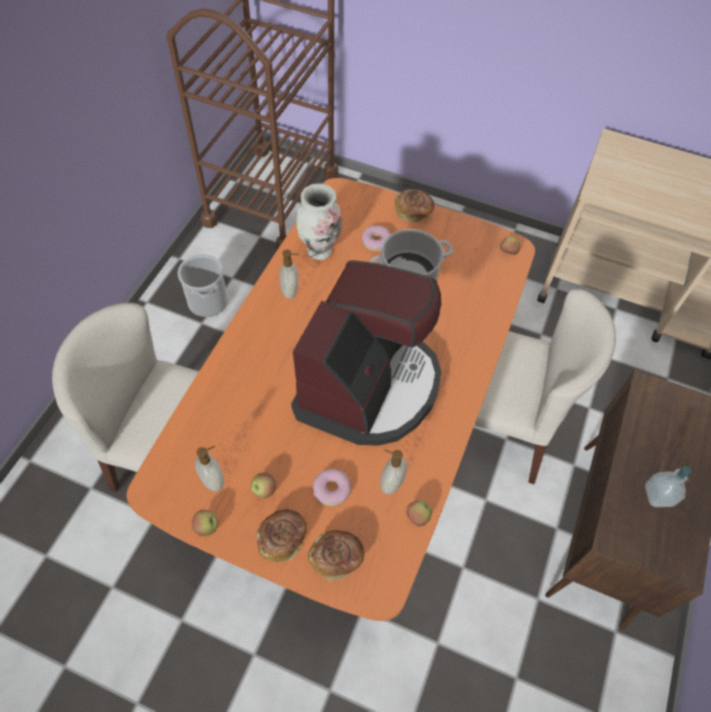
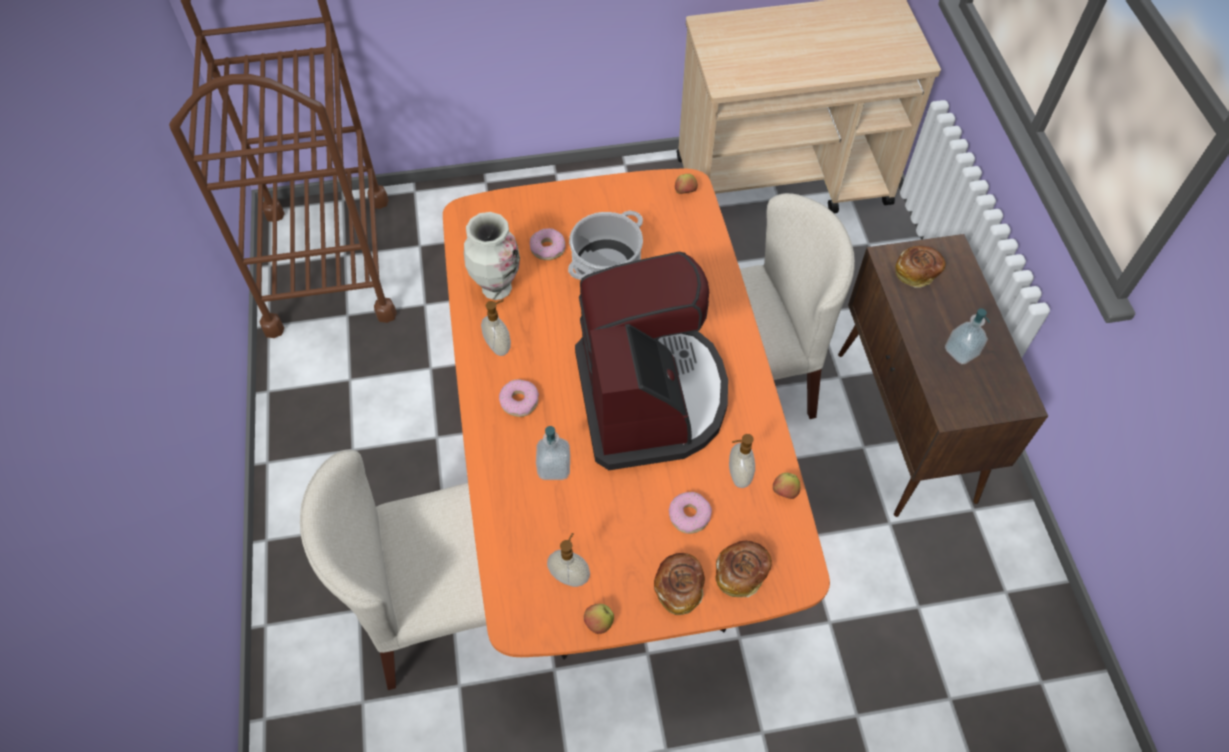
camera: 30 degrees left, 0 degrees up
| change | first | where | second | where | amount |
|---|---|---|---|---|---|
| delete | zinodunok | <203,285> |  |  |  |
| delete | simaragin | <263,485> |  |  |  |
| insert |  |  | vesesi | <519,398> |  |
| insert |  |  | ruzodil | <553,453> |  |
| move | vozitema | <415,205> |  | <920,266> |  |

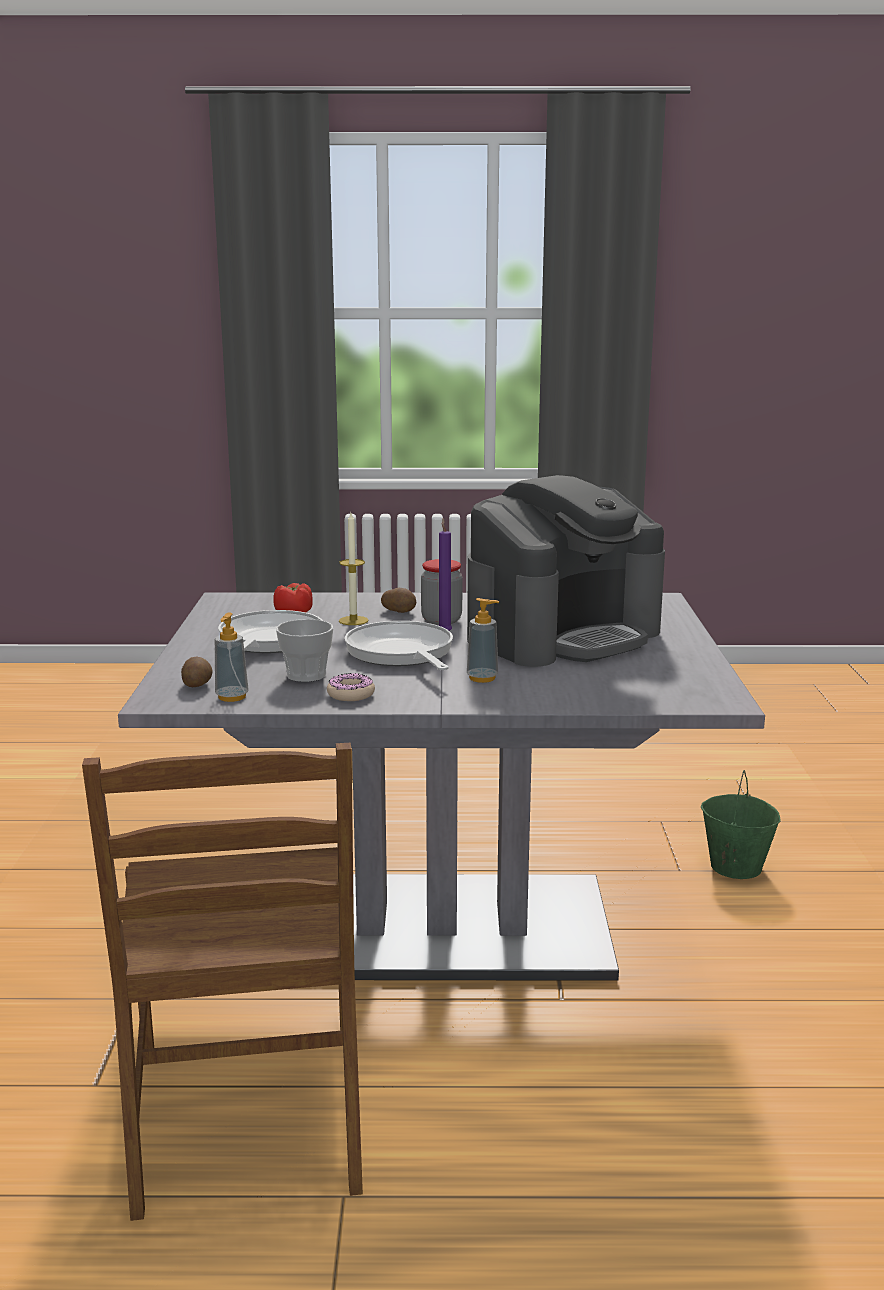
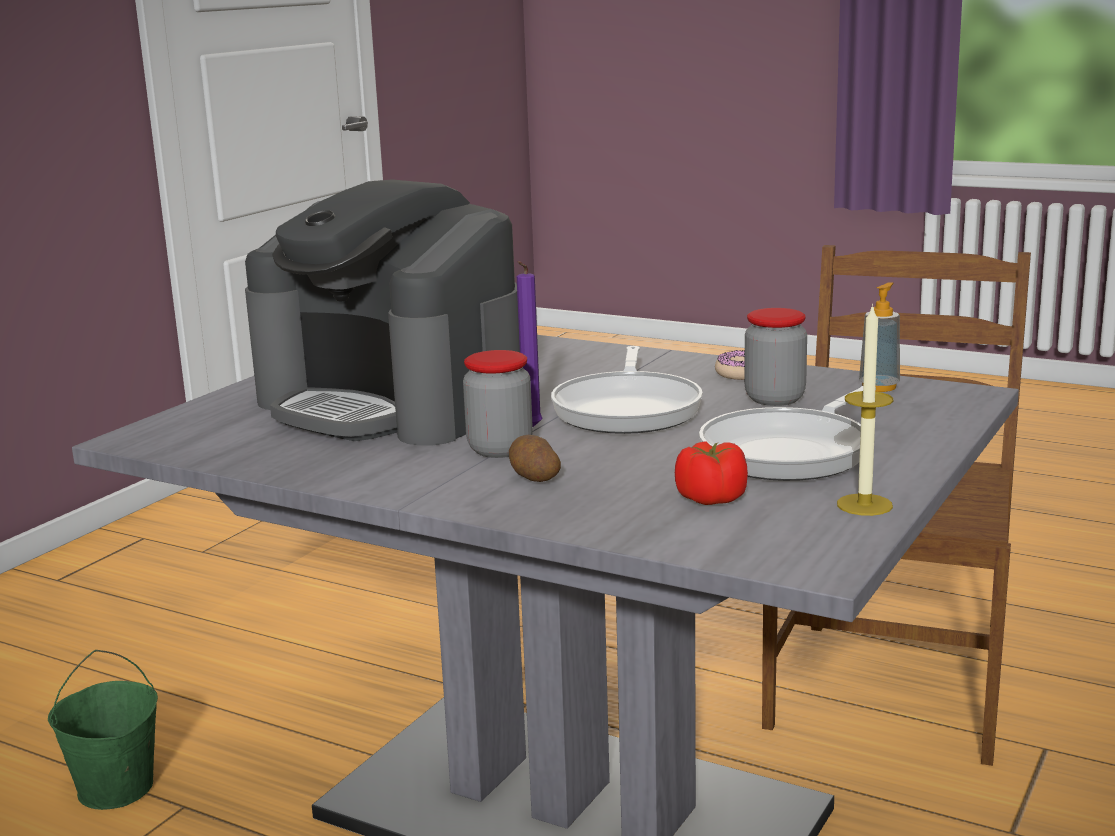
camera: 150 degrees left, 0 degrees up
| change | first | where | second | where | amount |
|---|---|---|---|---|---|
| delete | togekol | <197,671> |  |  |  |
| delete | ruzodil | <483,640> |  |  |  |
| move | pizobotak | <353,569> |  | <865,410> |  |
| replace | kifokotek | <304,650> | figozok | <775,357> |  |
| rotate | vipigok | <566,571> |  | <382,312> | 135 degrees counterclockwise |

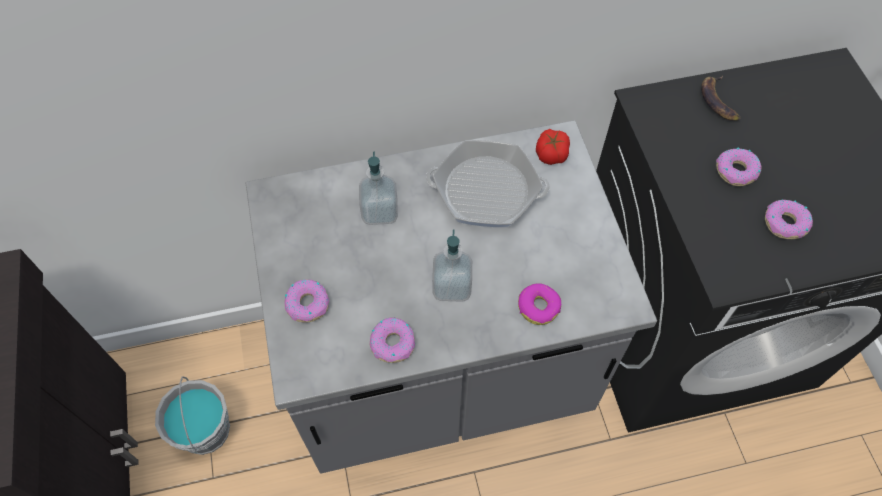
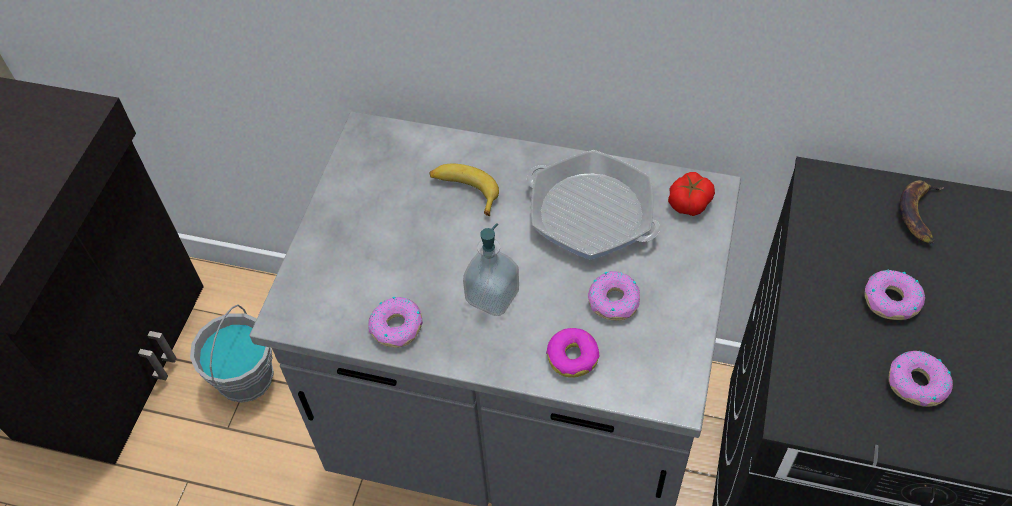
camera: 30 degrees right, 5 degrees down
| change | first | where | second | where | amount |
|---|---|---|---|---|---|
| move | vesesi | <307,301> |  | <614,295> |  |
| replace | ruzodil | <378,188> | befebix | <464,190> |  |

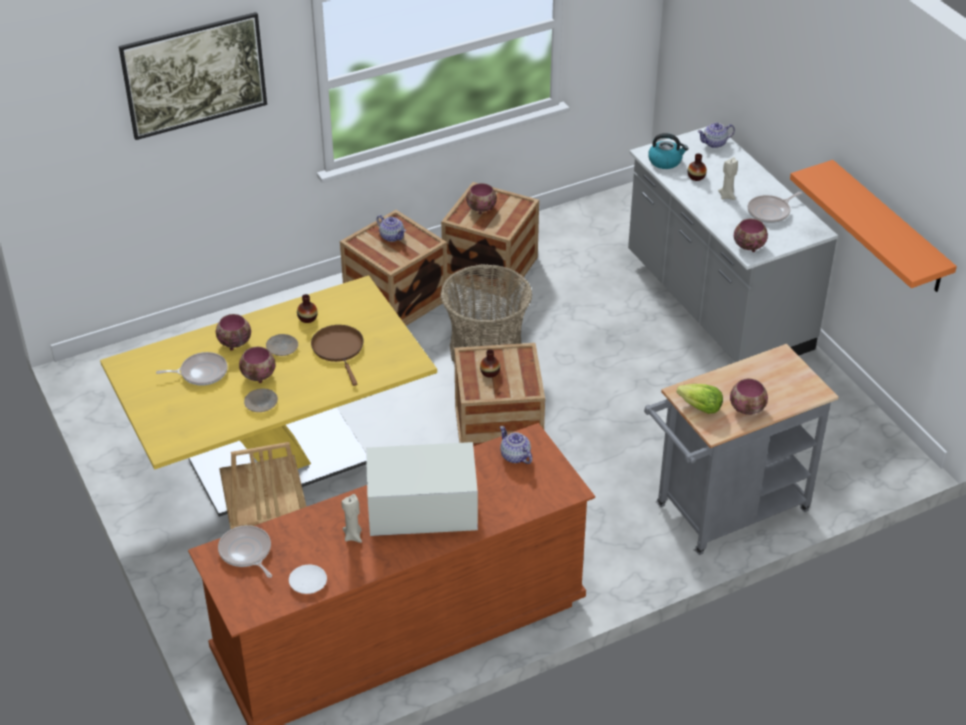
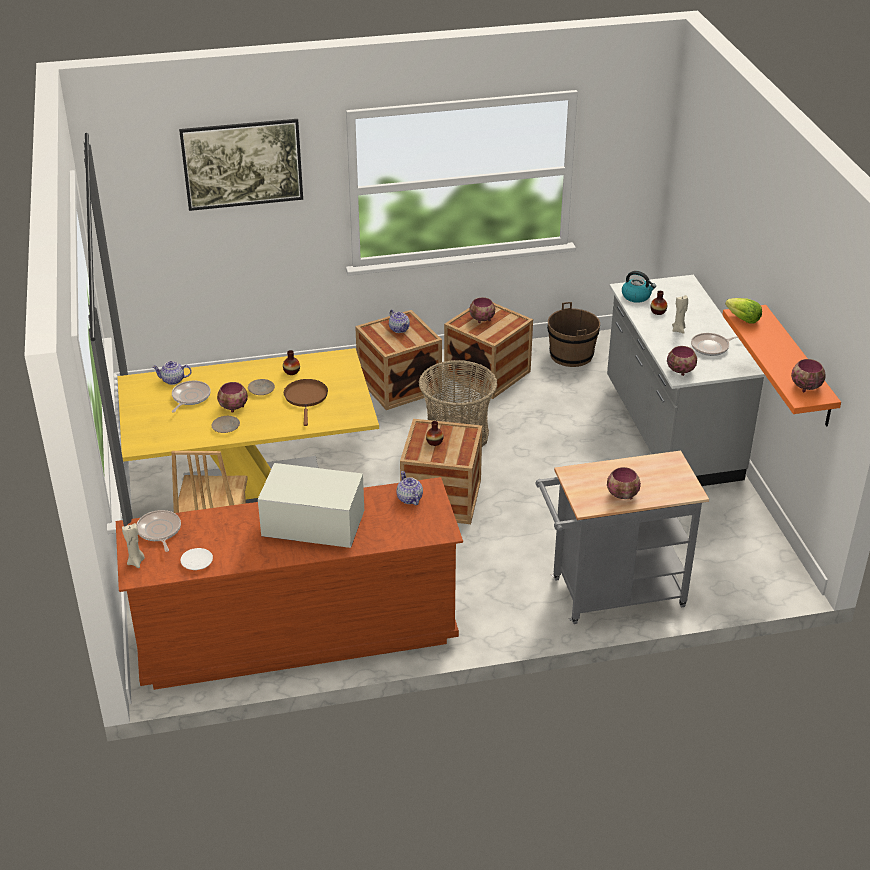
camera: 15 degrees right, 5 degrees down
| change | first | where | second | where | amount |
|---|---|---|---|---|---|
| insert |  |  | brown zinodunok | <573,334> |  |
| move | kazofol | <233,332> |  | <808,375> |  |
| move | beige pizobotak | <352,518> |  | <133,545> |  |
| move | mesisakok | <700,399> |  | <743,310> |  |
| move | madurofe | <716,135> |  | <172,373> |  |
| rotate | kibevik | <191,369> |  | <191,397> | 75 degrees counterclockwise |

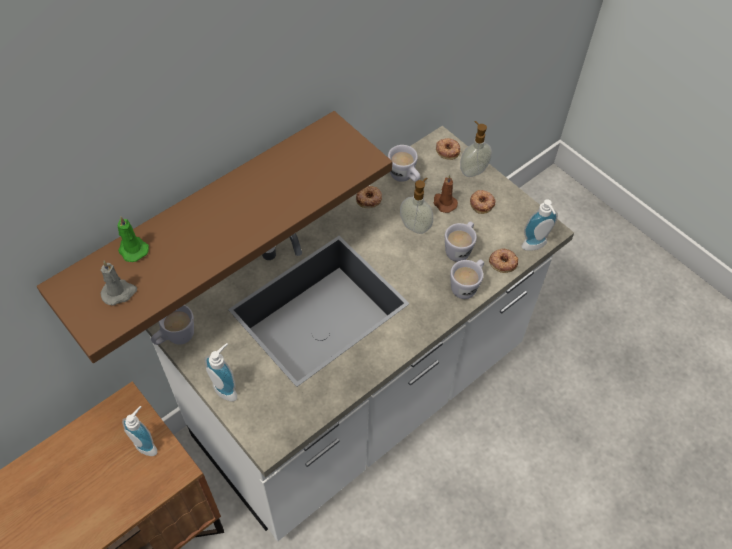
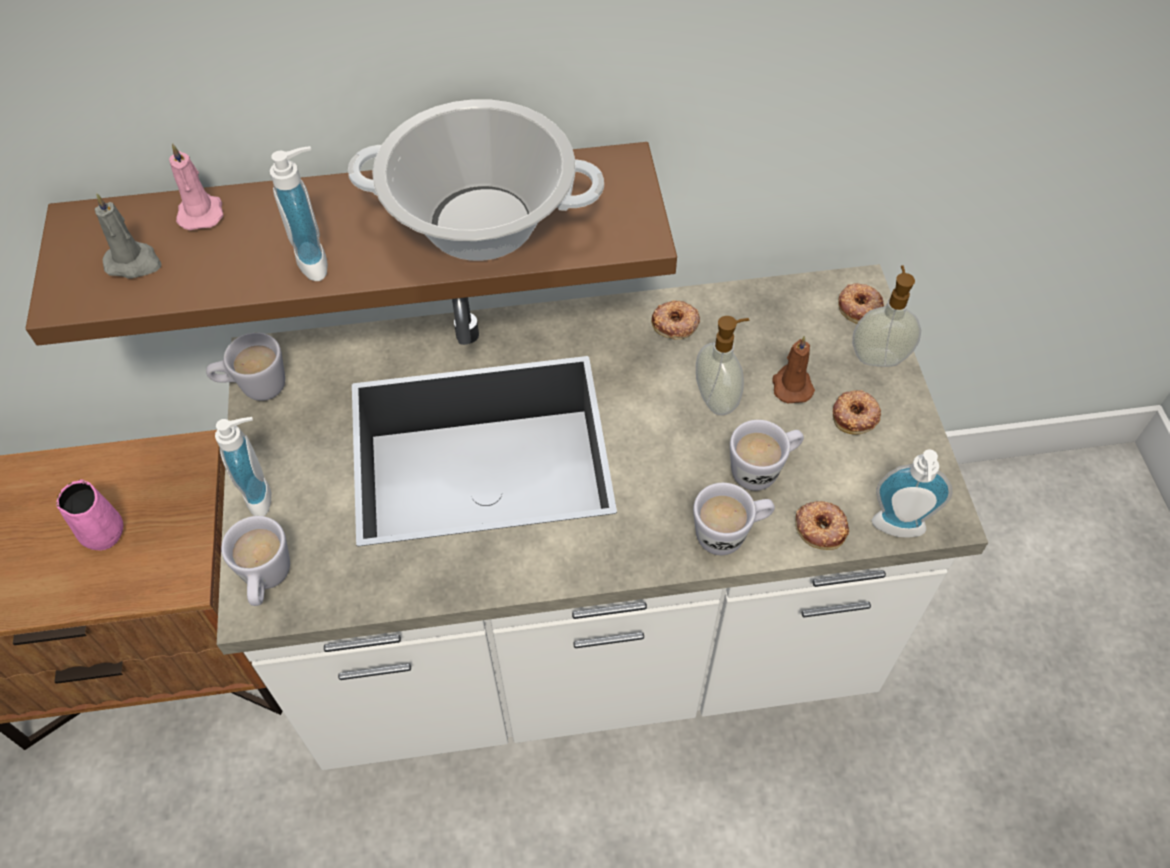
camera: 35 degrees right, 0 degrees up
| change | first | where | second | where | amount |
|---|---|---|---|---|---|
| insert |  |  | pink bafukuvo | <89,515> |  |
| insert |  |  | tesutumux | <476,180> |  |
| move | ruzodil | <139,431> |  | <299,213> |  |
| move | white bafukuvo | <404,163> |  | <255,561> |  |
| recolor | green pizobotak | <133,239> | pink pizobotak | <196,186> |  |

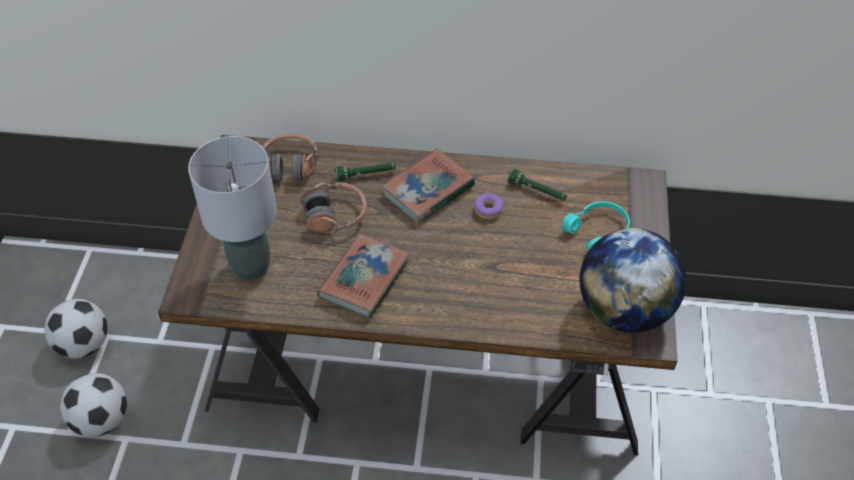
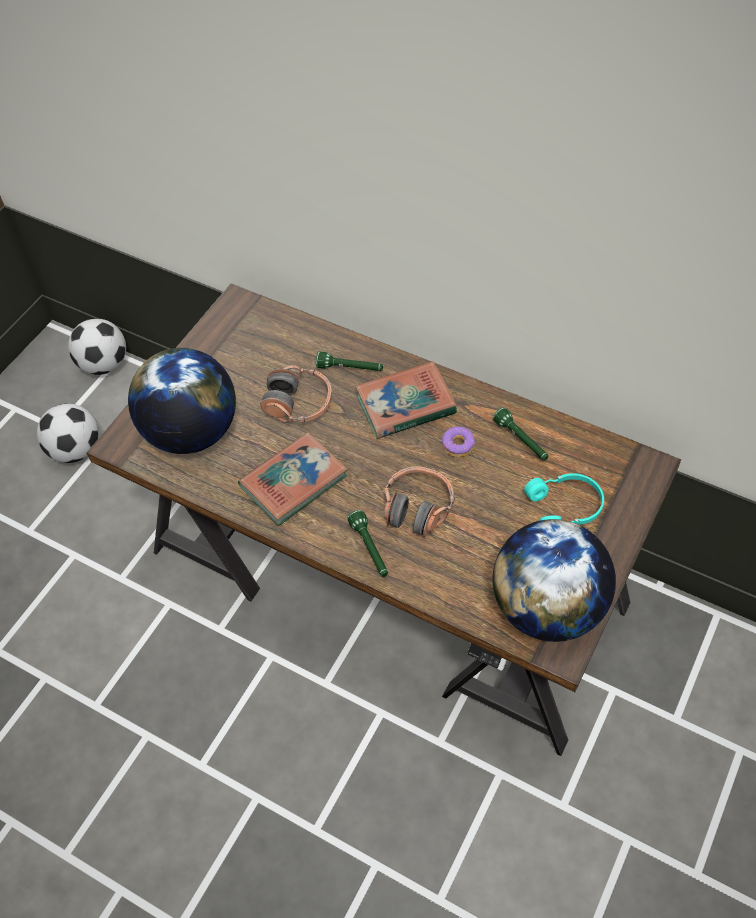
camera: 25 degrees right, 5 degrees up
| change | first | where | second | where | amount |
|---|---|---|---|---|---|
| insert |  |  | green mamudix | <367,543> |  |
| move | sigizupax | <93,405> |  | <97,347> |  |
| move | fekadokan | <290,158> |  | <419,502> |  |
| replace | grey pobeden | <232,208> | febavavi | <182,401> |  |

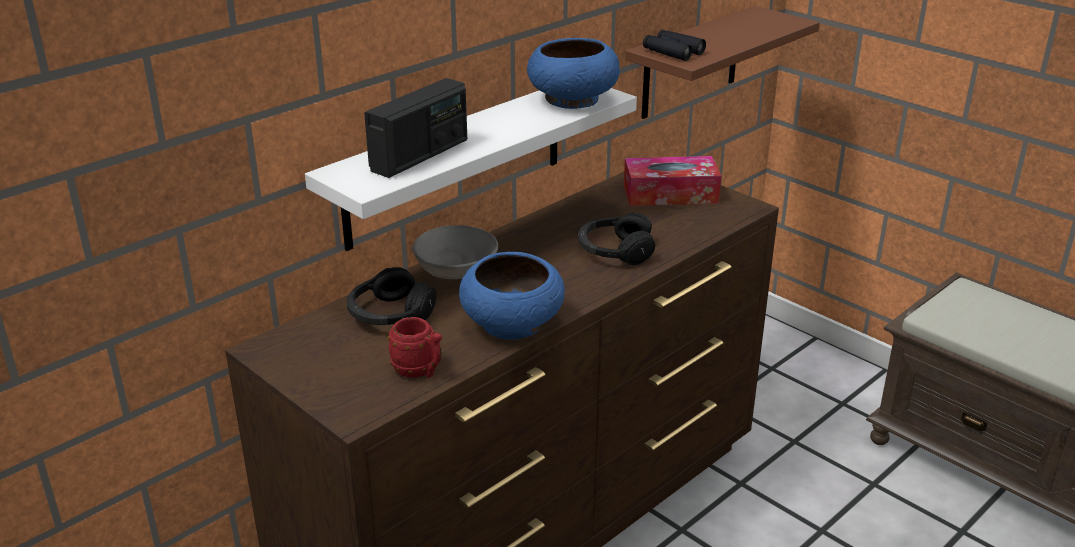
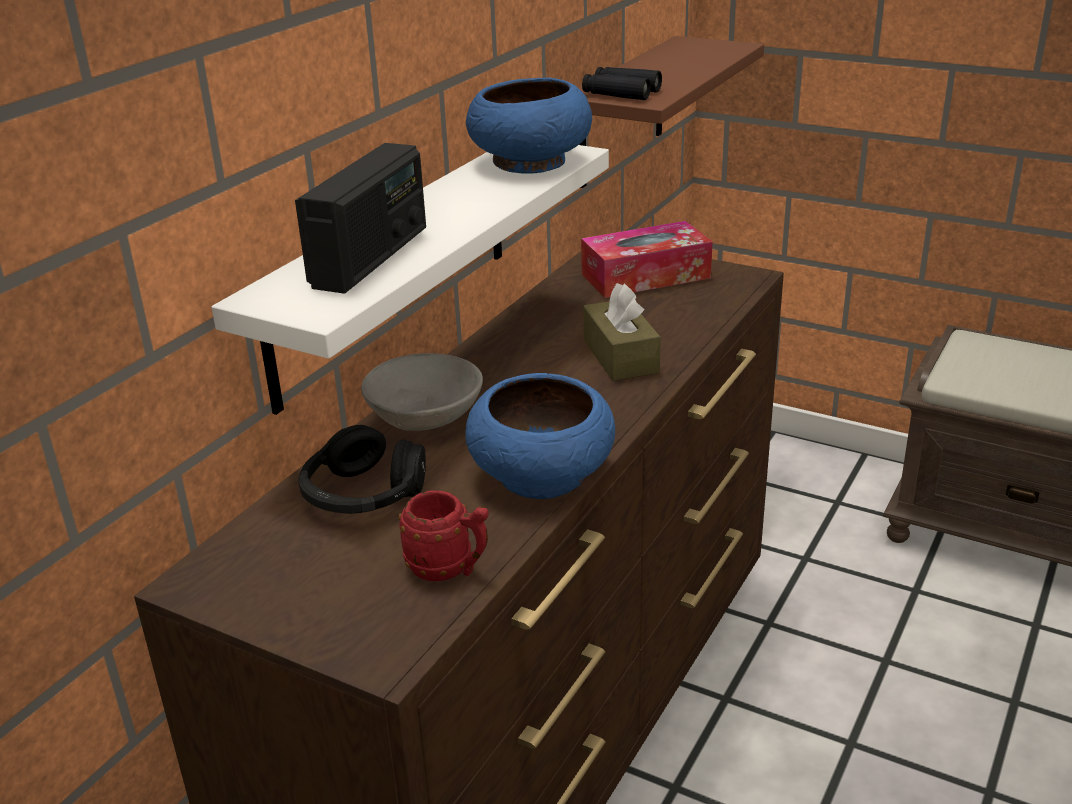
camera: 15 degrees left, 0 degrees up
| change | first | where | second | where | amount |
|---|---|---|---|---|---|
| replace | black fekadokan | <616,238> | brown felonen | <622,332> |  |

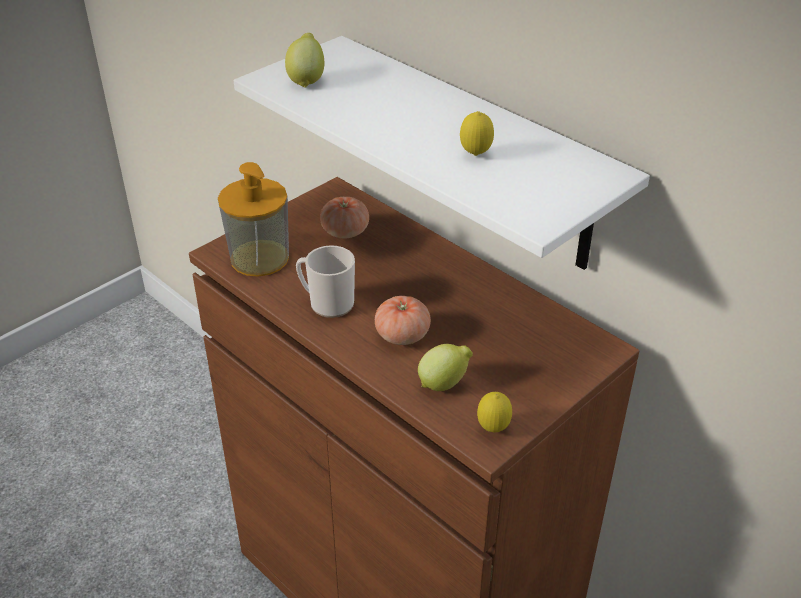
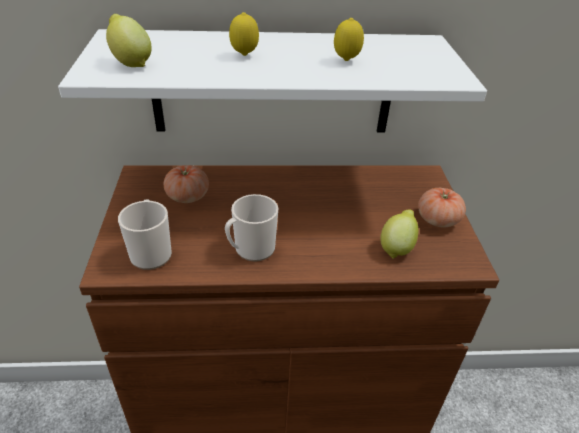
camera: 50 degrees left, 0 degrees up
| change | first | where | second | where | amount |
|---|---|---|---|---|---|
| move | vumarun | <403,320> |  | <442,207> |  |
| move | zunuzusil | <494,412> |  | <244,34> |  |
| replace | ruzodil | <253,219> | bafukuvo | <145,234> |  |

